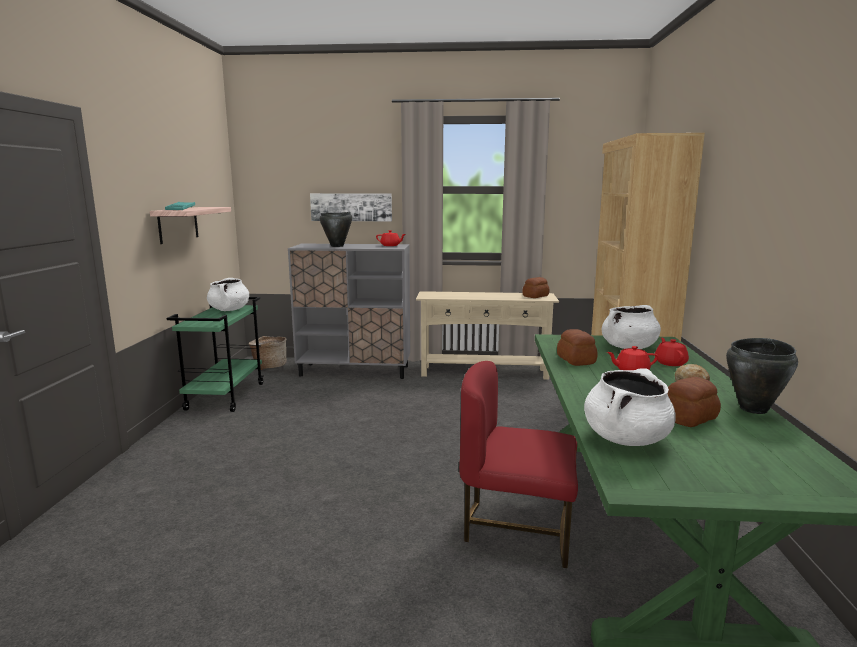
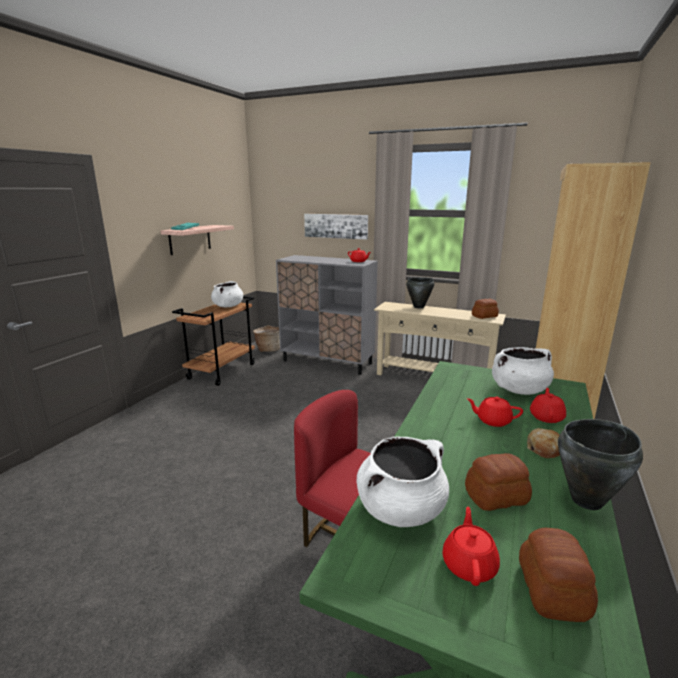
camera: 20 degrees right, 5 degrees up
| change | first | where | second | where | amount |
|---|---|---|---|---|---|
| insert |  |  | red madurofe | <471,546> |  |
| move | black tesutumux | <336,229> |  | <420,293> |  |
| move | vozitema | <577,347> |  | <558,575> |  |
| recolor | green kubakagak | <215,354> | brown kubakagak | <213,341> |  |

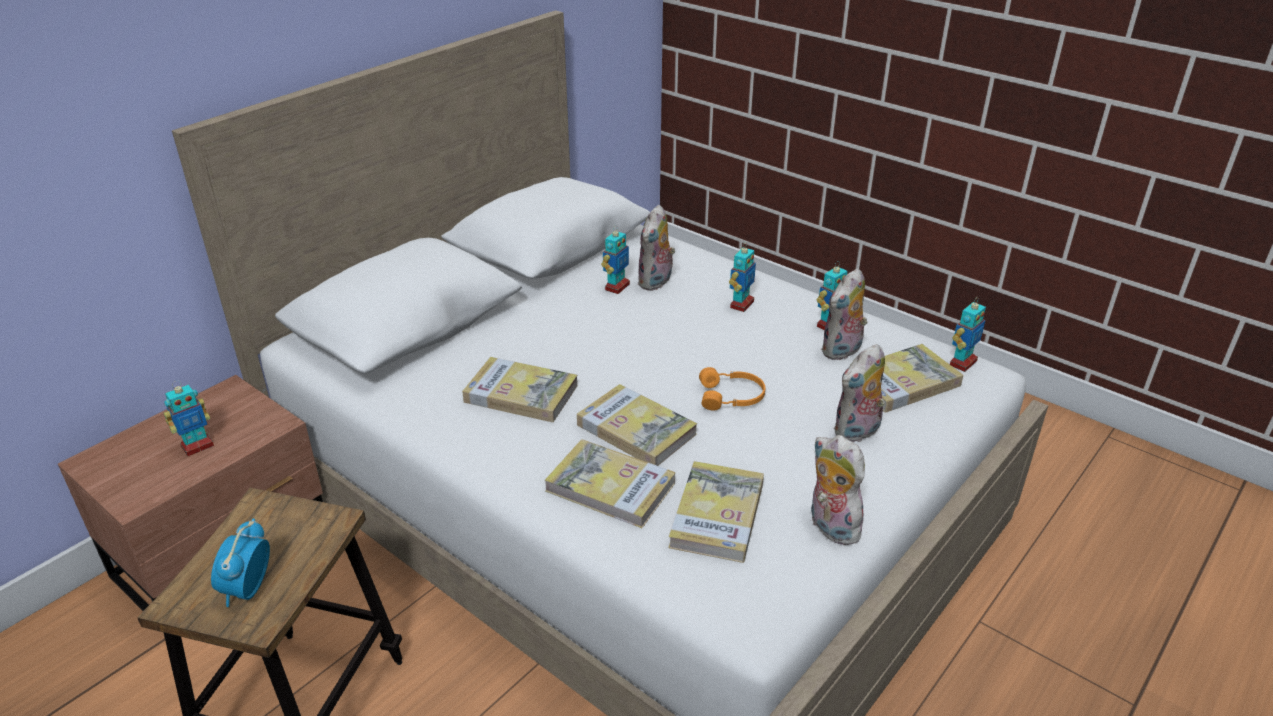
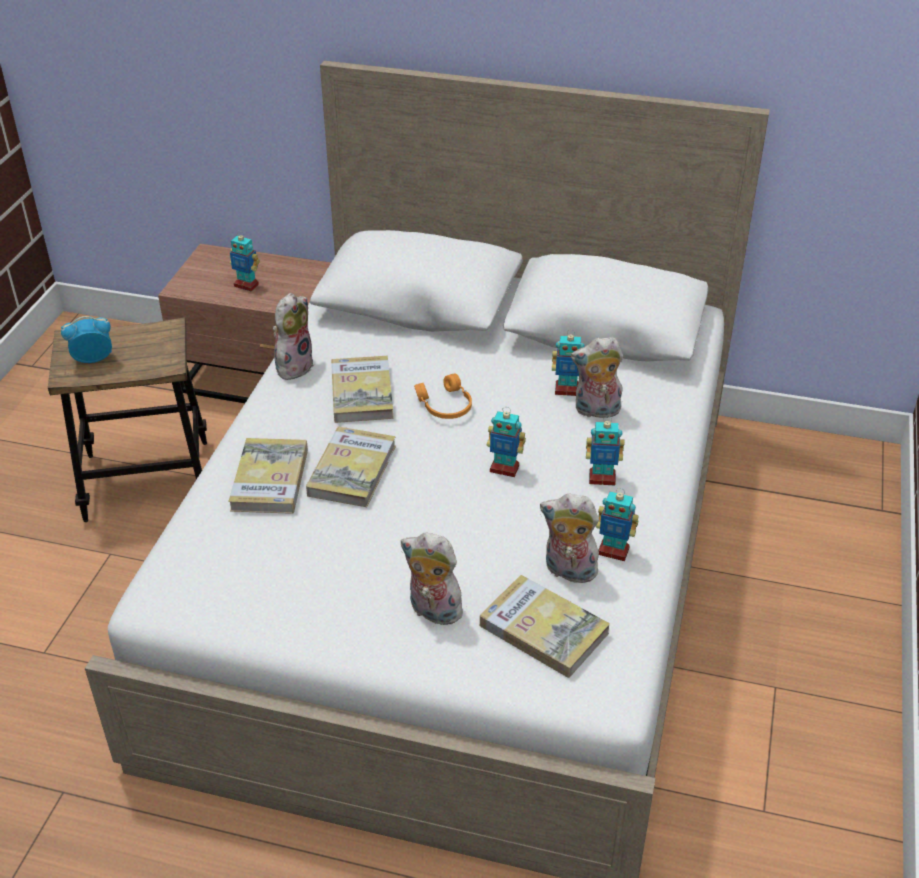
camera: 65 degrees right, 5 degrees up
| change | first | where | second | where | amount |
|---|---|---|---|---|---|
| delete | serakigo | <716,512> |  |  |  |
| move | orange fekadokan | <732,389> |  | <443,396> |  |
| move | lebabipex | <839,490> |  | <293,336> |  |
| move | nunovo | <968,335> |  | <506,442> |  |

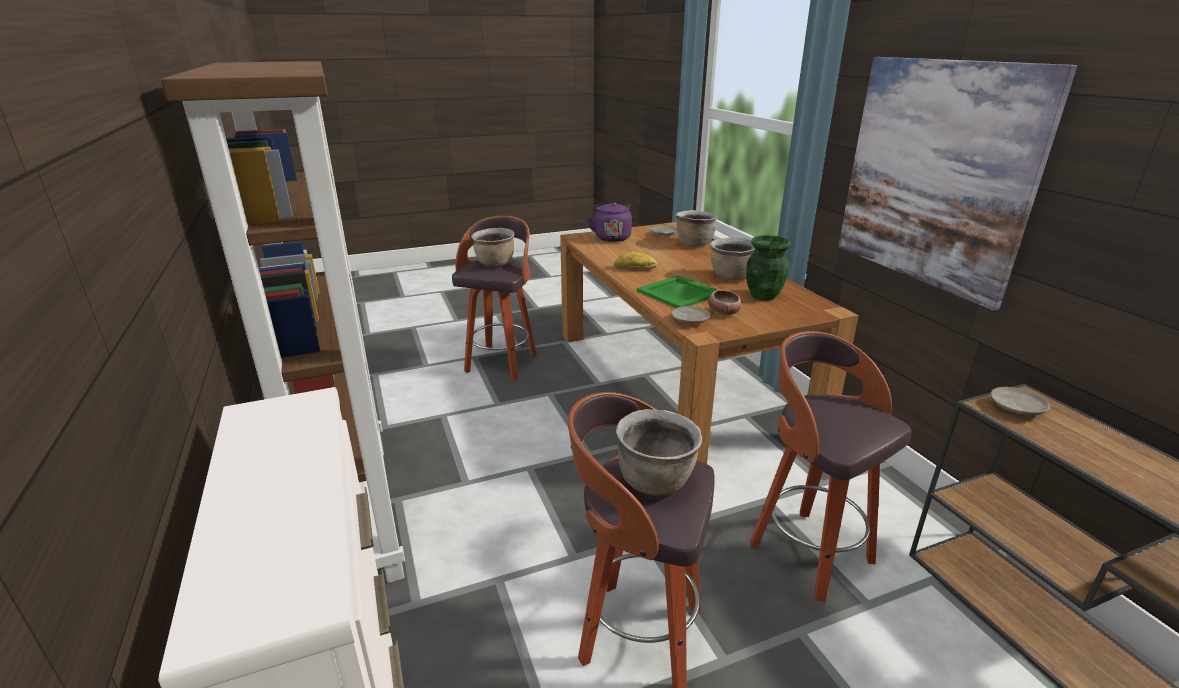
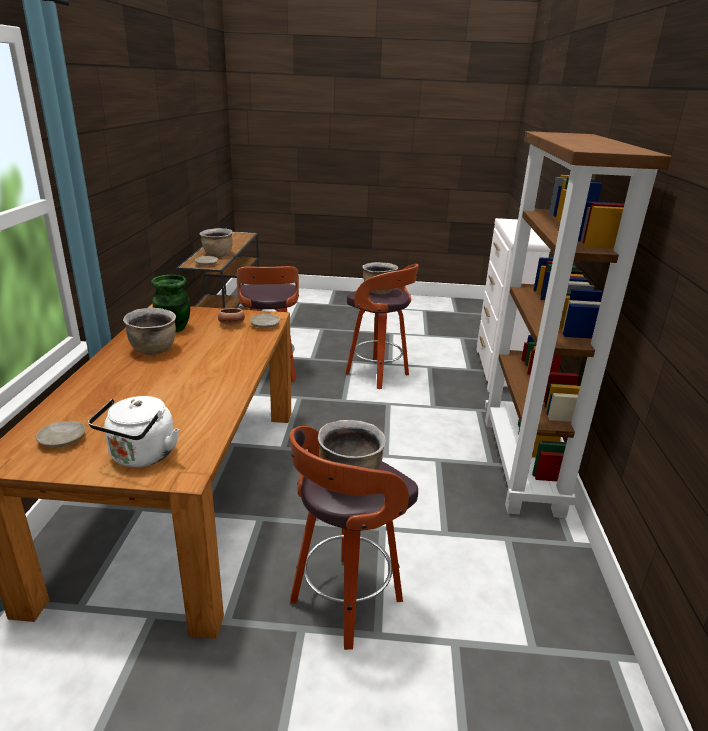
camera: 155 degrees left, 0 degrees up
| change | first | where | second | where | amount |
|---|---|---|---|---|---|
| delete | vozitema | <635,260> |  |  |  |
| delete | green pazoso | <677,291> |  |  |  |
| delete | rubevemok | <957,184> |  |  |  |
| move | brown tesutumux | <697,228> |  | <216,242> |  |
| recolor | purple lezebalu | <609,222> | white lezebalu | <133,431> |  |

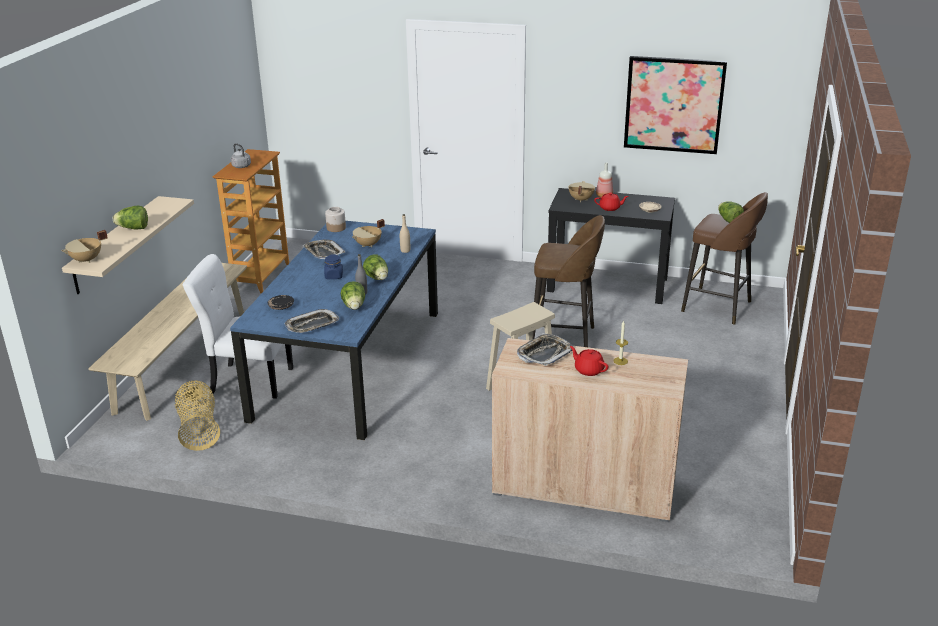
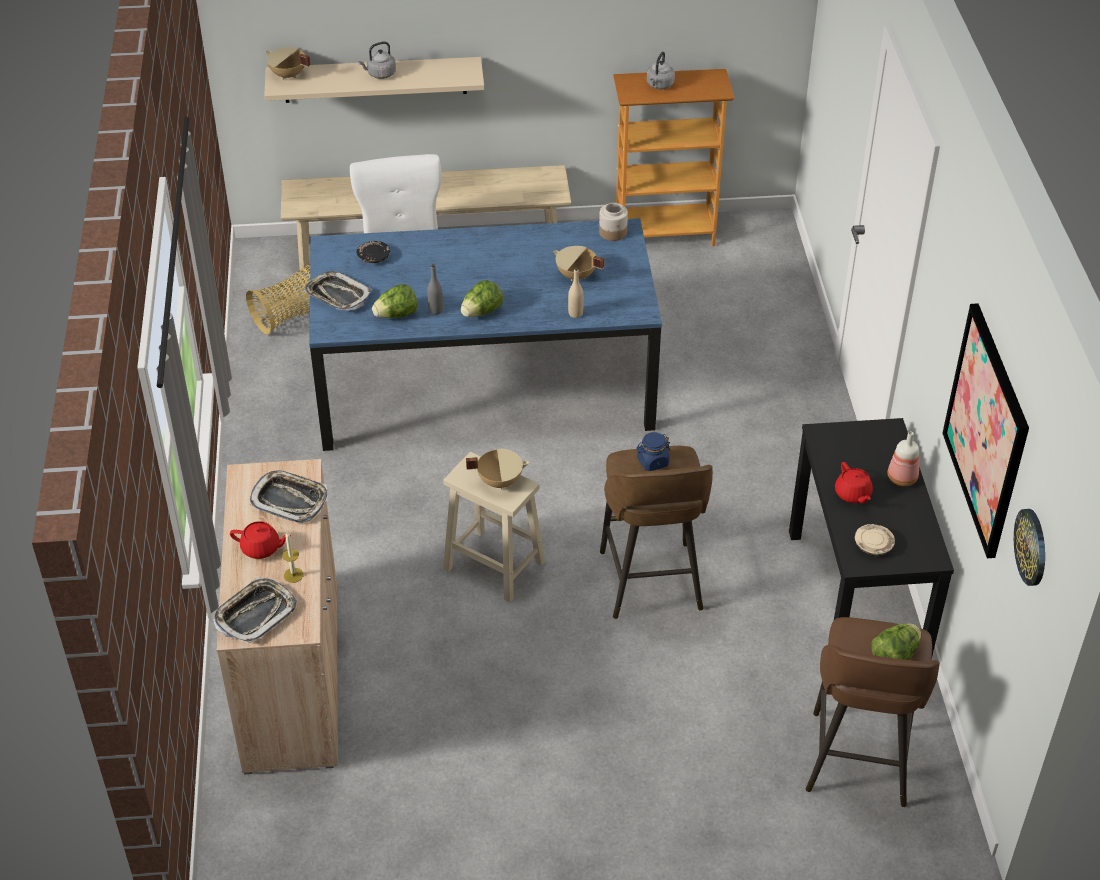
camera: 70 degrees right, 15 degrees up
| change | first | where | second | where | amount |
|---|---|---|---|---|---|
| insert |  |  | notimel | <1029,547> |  |
| move | pazoso | <324,249> |  | <255,610> |  |
| move | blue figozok | <333,266> |  | <653,451> |  |
| move | beige tesutumux | <581,191> |  | <497,469> |  |
| replace | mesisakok | <130,217> | grey lezebalu | <377,60> |  |
| rotate | red madurofe | <589,361> |  | <260,540> | 75 degrees clockwise |

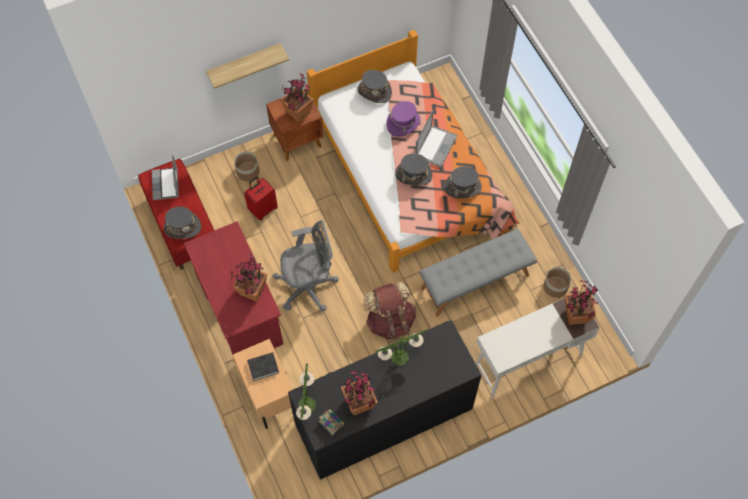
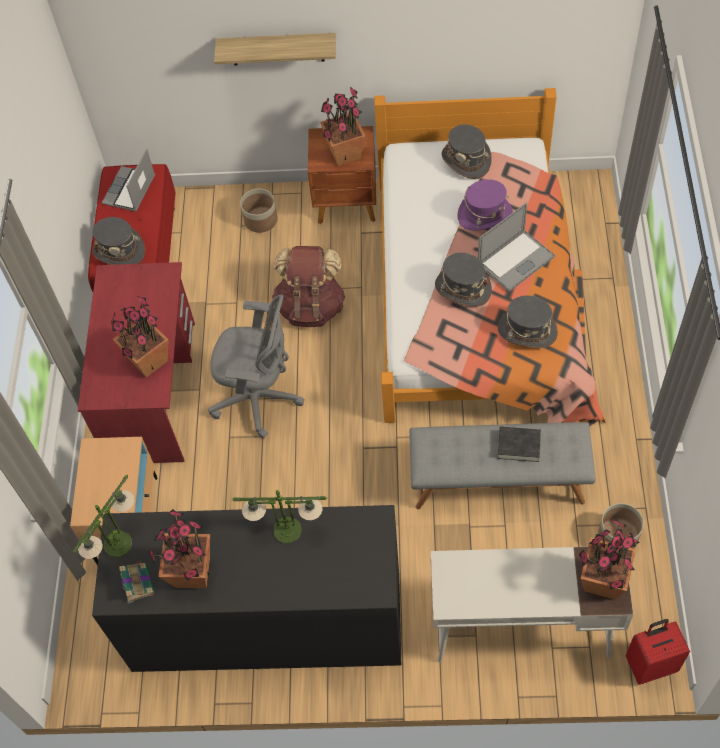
camera: 30 degrees right, 5 degrees down
| change | first | where | second | where | amount |
|---|---|---|---|---|---|
| move | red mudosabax | <261,198> |  | <657,652> |  |
| move | black serakigo | <263,366> |  | <519,444> |  |
| move | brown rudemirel | <390,311> |  | <309,286> |  |

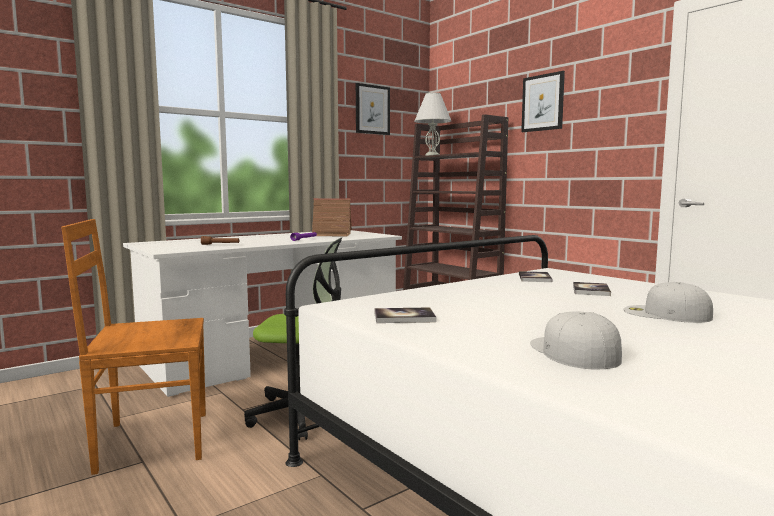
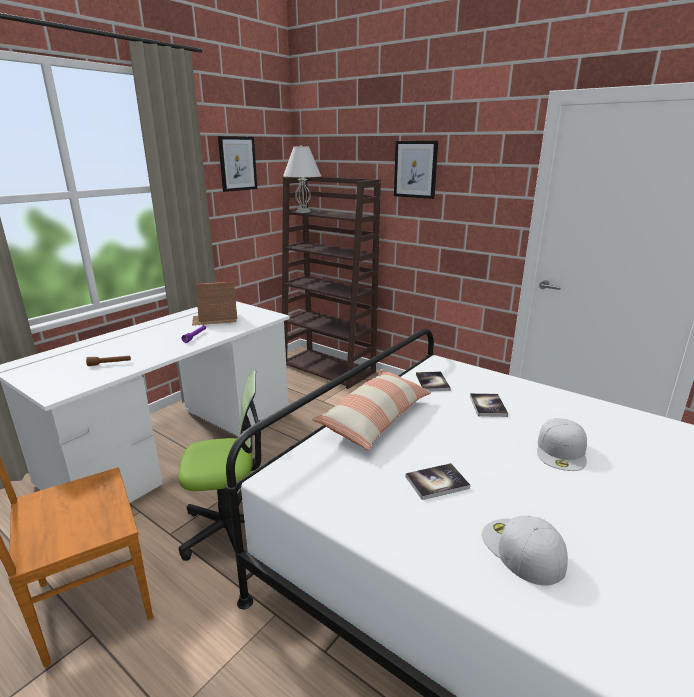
camera: 15 degrees left, 15 degrees up
| change | first | where | second | where | amount |
|---|---|---|---|---|---|
| insert |  |  | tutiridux | <371,410> |  |
| move | serakigo | <405,315> |  | <438,481> |  |
| rotate | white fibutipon | <668,302> |  | <562,444> | 90 degrees counterclockwise |

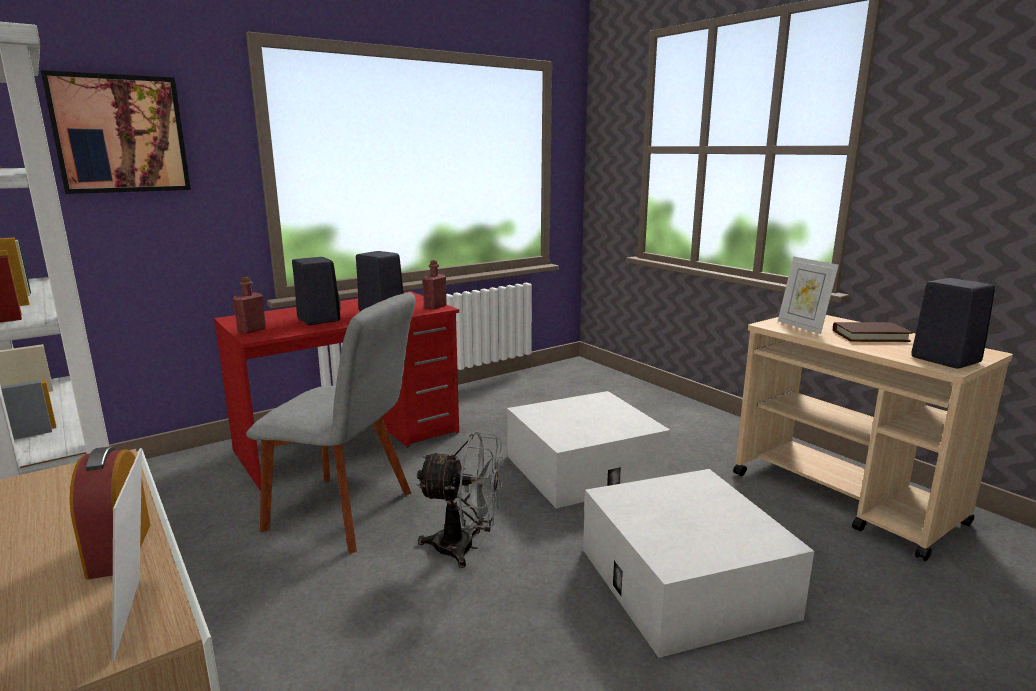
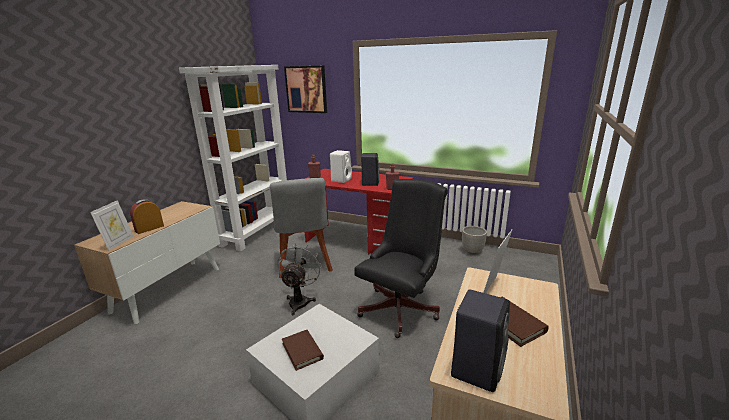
camera: 60 degrees right, 5 degrees up
| change | first | where | second | where | amount |
|---|---|---|---|---|---|
| insert |  |  | brown serakigo | <303,350> |  |
| insert |  |  | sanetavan | <474,240> |  |
| replace | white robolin | <588,449> | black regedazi | <401,258> |  |
| recolor | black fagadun | <316,291> | white fagadun | <341,166> |  |
| rotate | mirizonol | <127,554> |  | <111,225> | 150 degrees clockwise |
| rotate | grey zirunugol | <460,499> |  | <300,280> | 150 degrees counterclockwise |

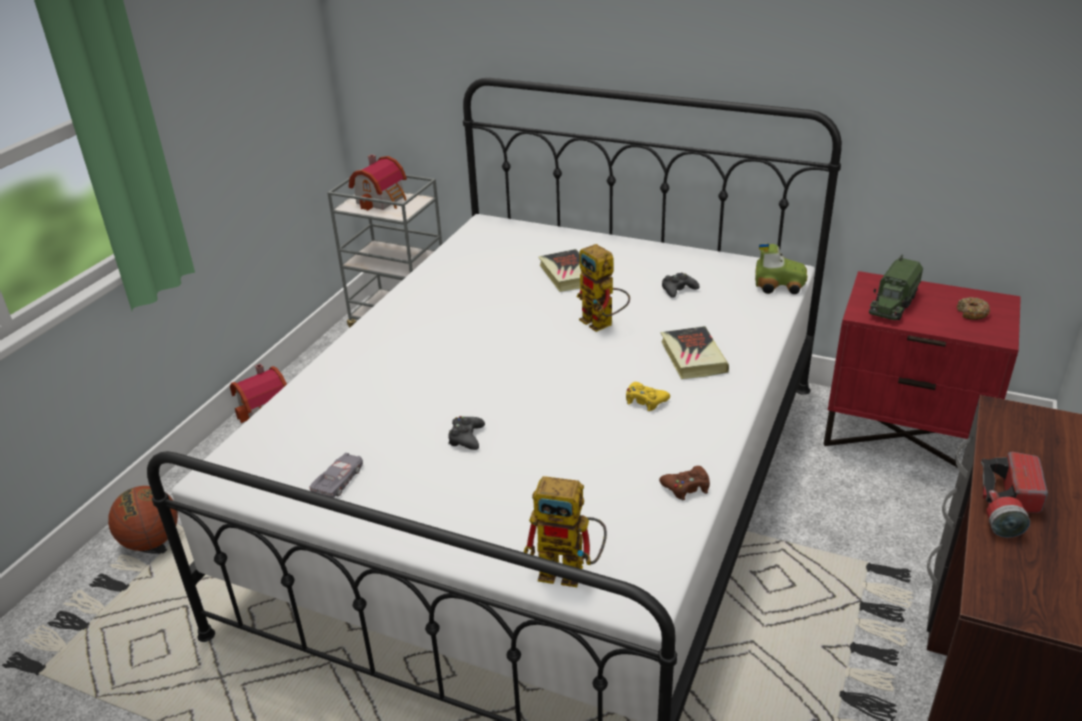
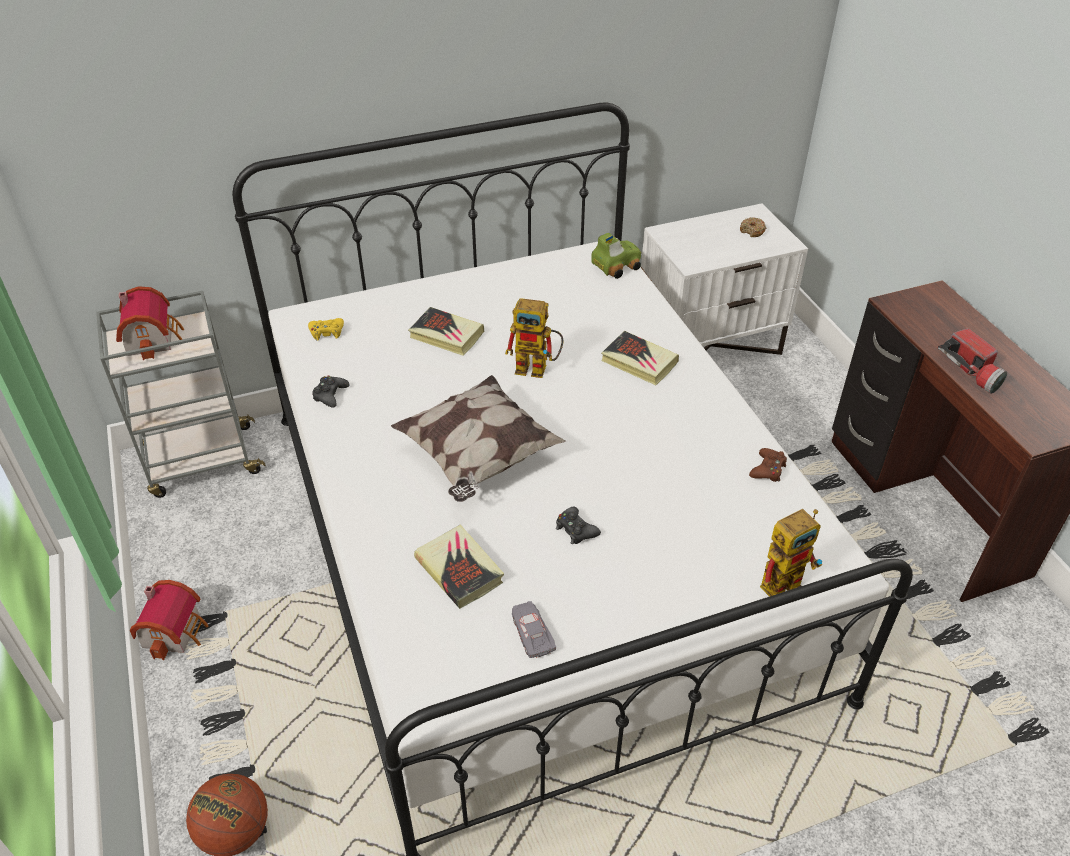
camera: 45 degrees left, 10 degrees up
| change | first | where | second | where | amount |
|---|---|---|---|---|---|
| delete | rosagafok | <896,287> |  |  |  |
| insert |  |  | tutiridux | <478,438> |  |
| insert |  |  | serakigo | <459,566> |  |
| move | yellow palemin | <648,396> |  | <326,329> |  |
| move | black palemin | <681,285> |  | <331,392> |  |
| recolor | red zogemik | <922,369> | white zogemik | <724,279> |  |

